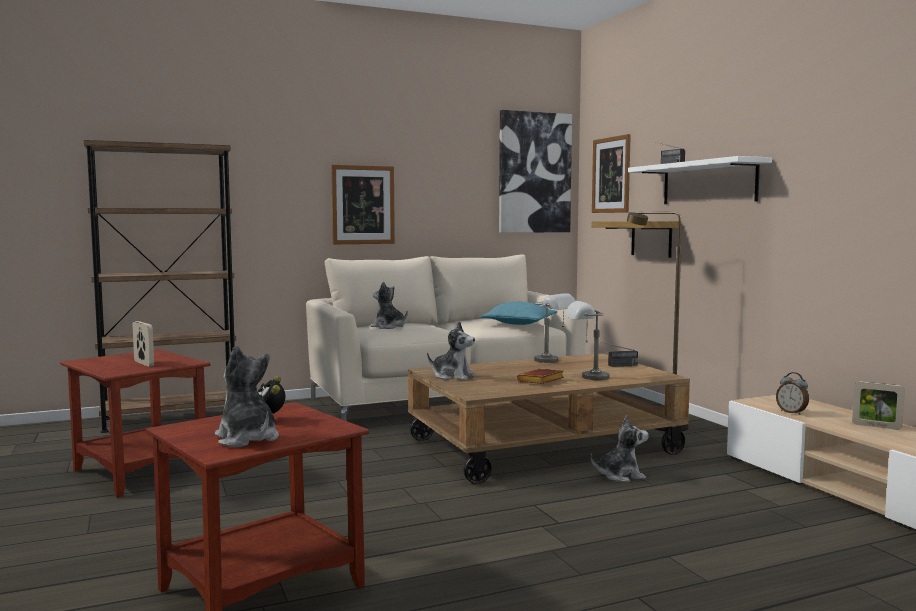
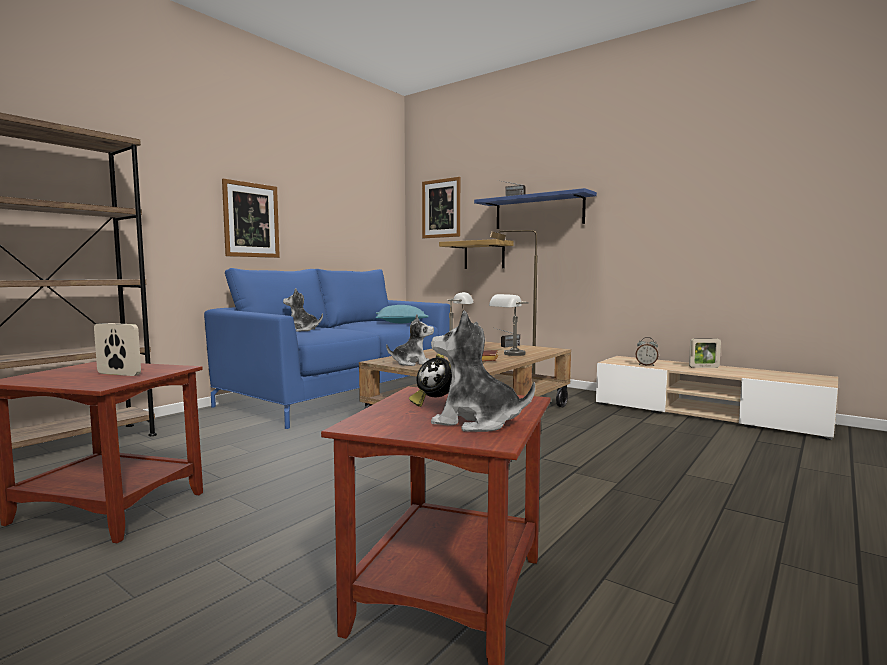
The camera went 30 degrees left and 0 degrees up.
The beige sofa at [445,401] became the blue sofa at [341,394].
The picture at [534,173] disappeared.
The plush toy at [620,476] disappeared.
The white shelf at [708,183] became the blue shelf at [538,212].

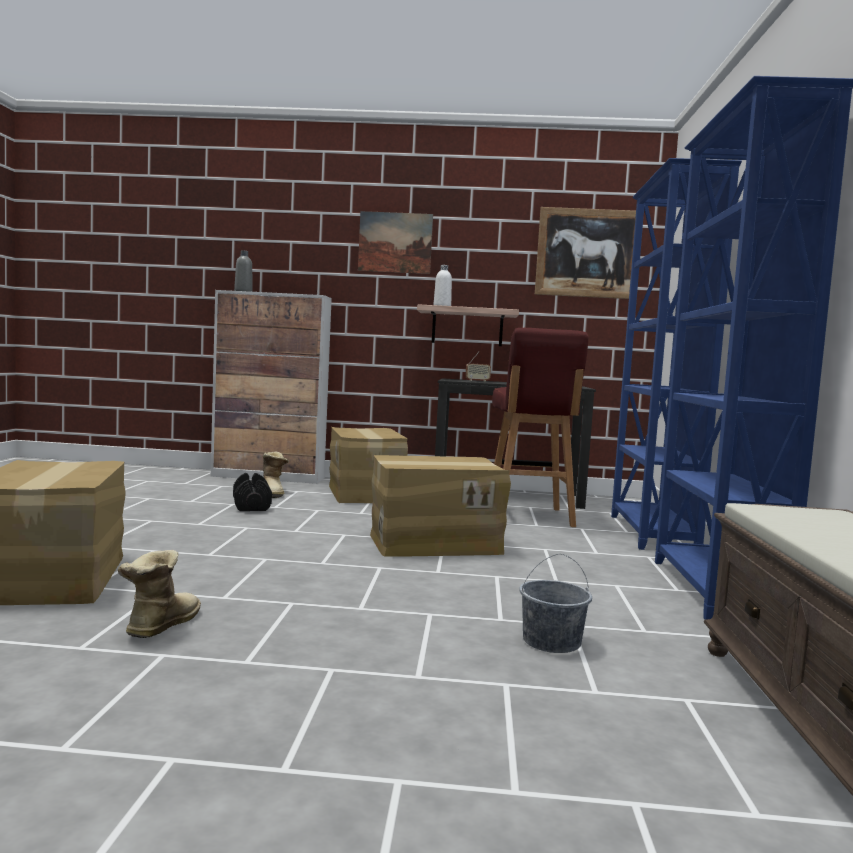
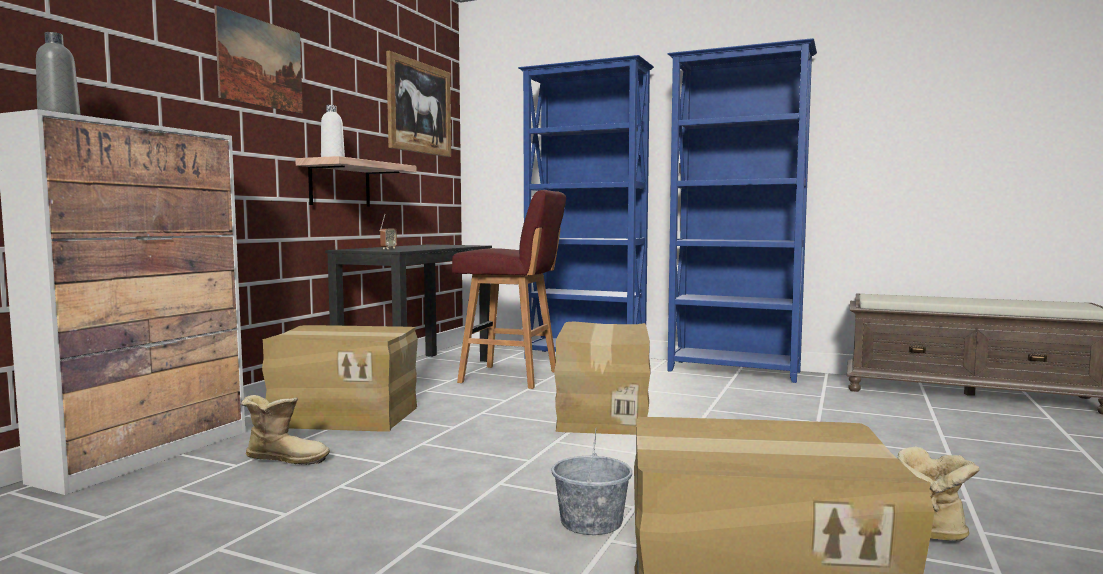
The camera went 70 degrees left and 0 degrees up.
The black dumbbell at [252,506] disappeared.
The grey bucket moved from [552,642] to [591,522].

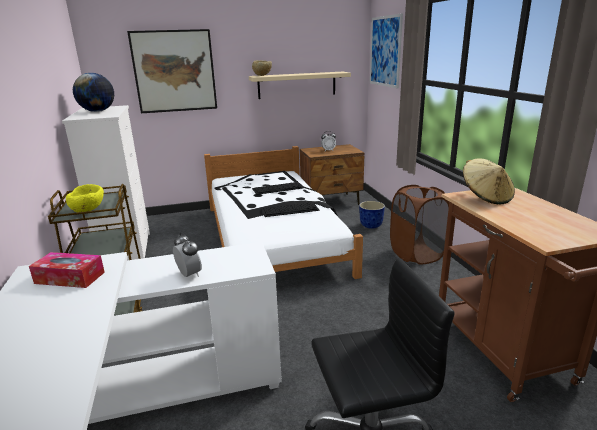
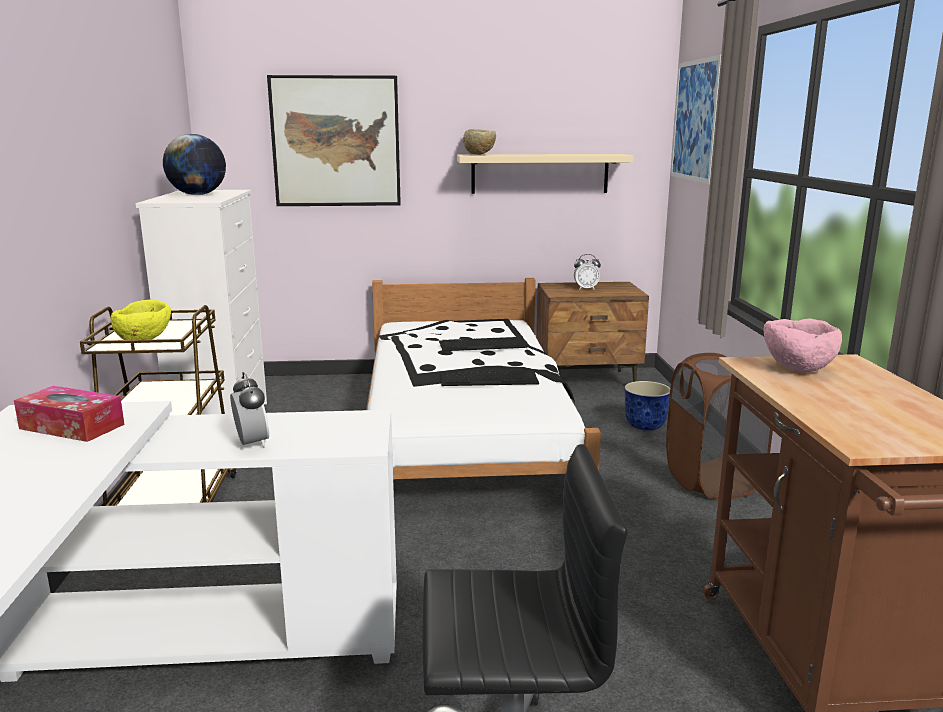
The camera went 10 degrees right and 5 degrees down.
The beige hat at [486,197] was replaced by the pink bowl at [797,368].

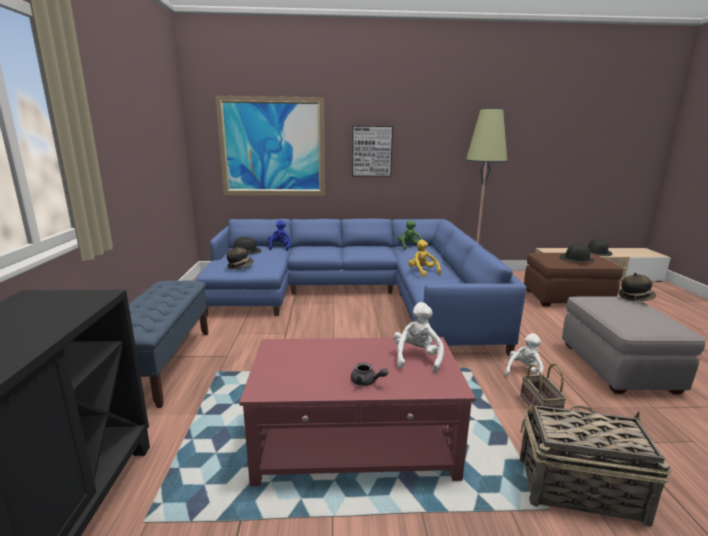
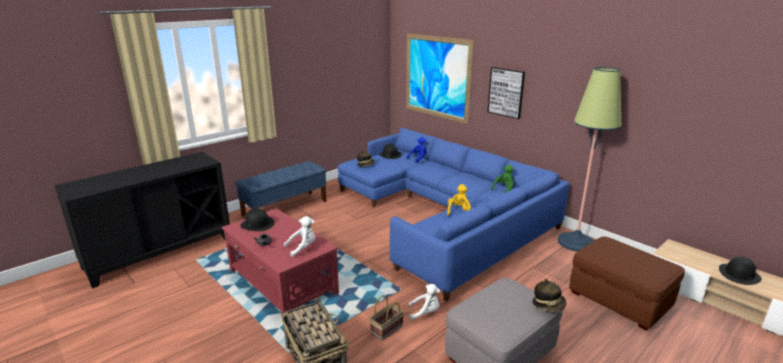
The camera went 50 degrees right and 5 degrees up.
The black hat moved from [577,258] to [257,224].

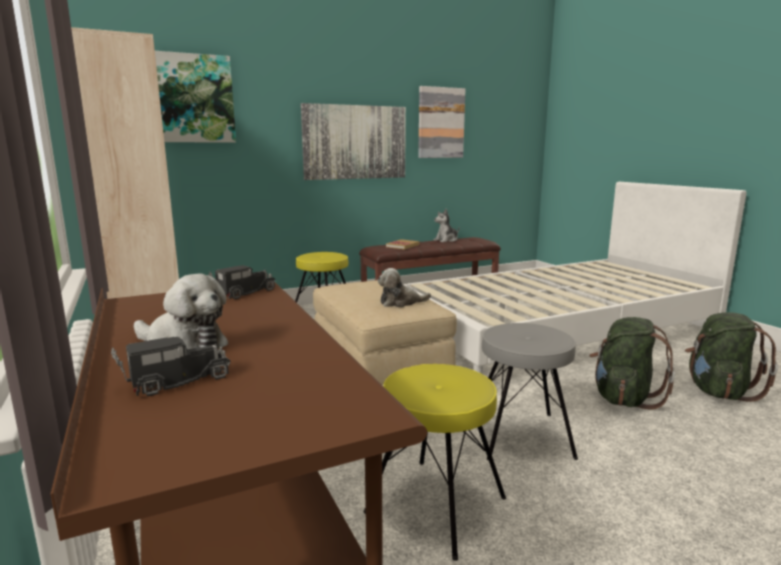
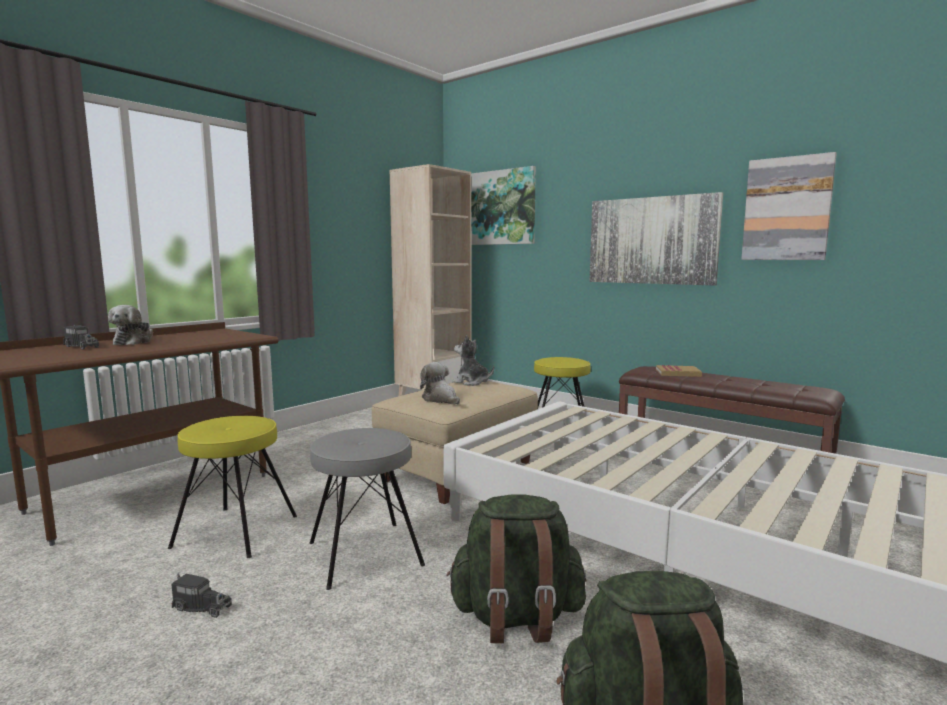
The camera went 65 degrees right and 5 degrees down.
The toy truck moved from [244,293] to [200,606].
The plush toy moved from [446,240] to [471,382].

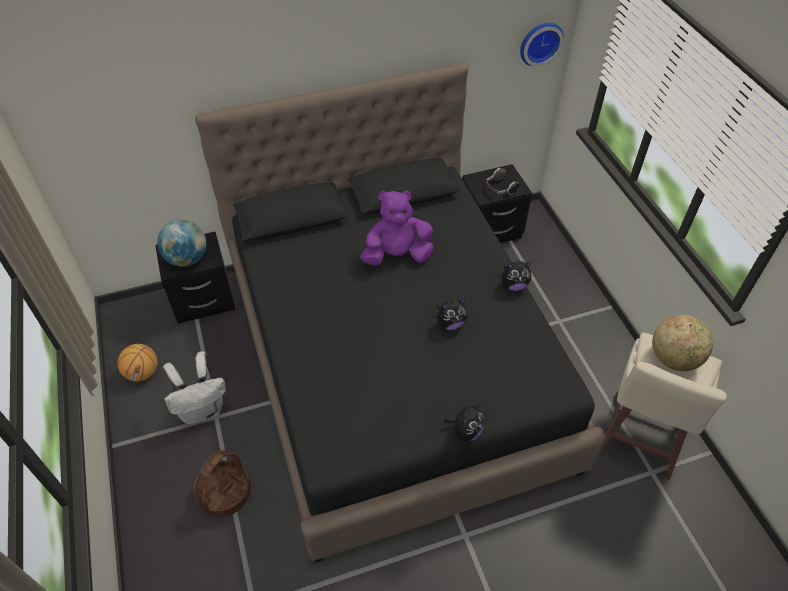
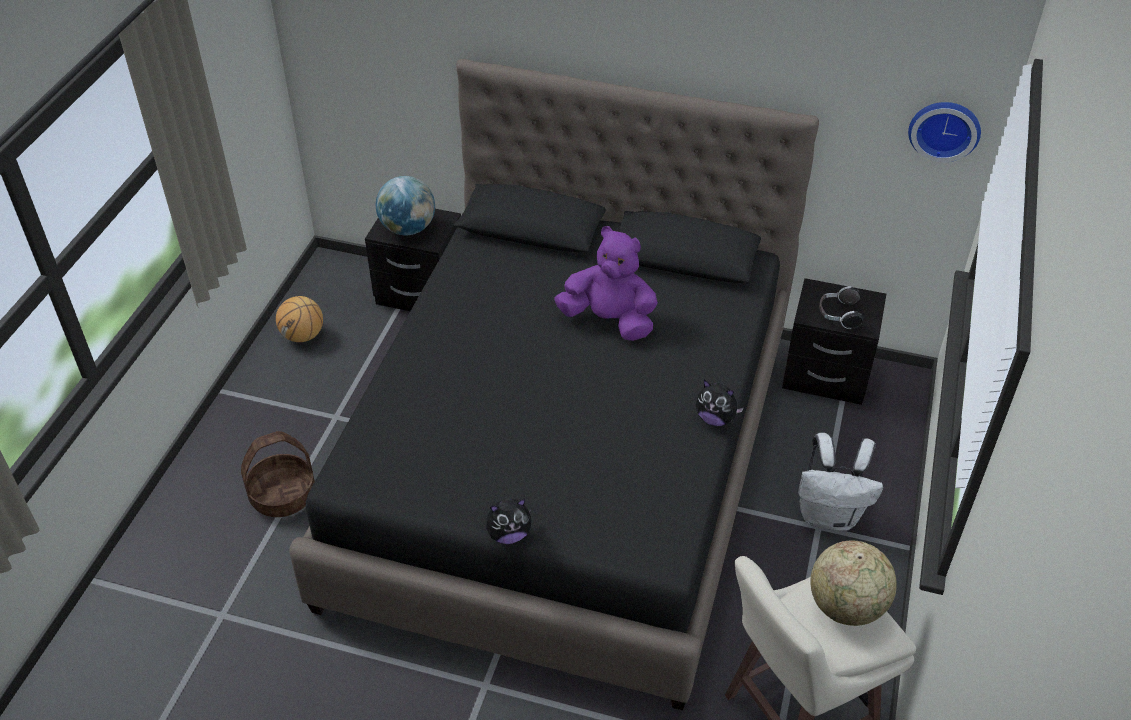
The camera went 35 degrees right and 5 degrees down.
The white backpack moved from [203,410] to [830,515].
The plush toy at [450,323] disappeared.

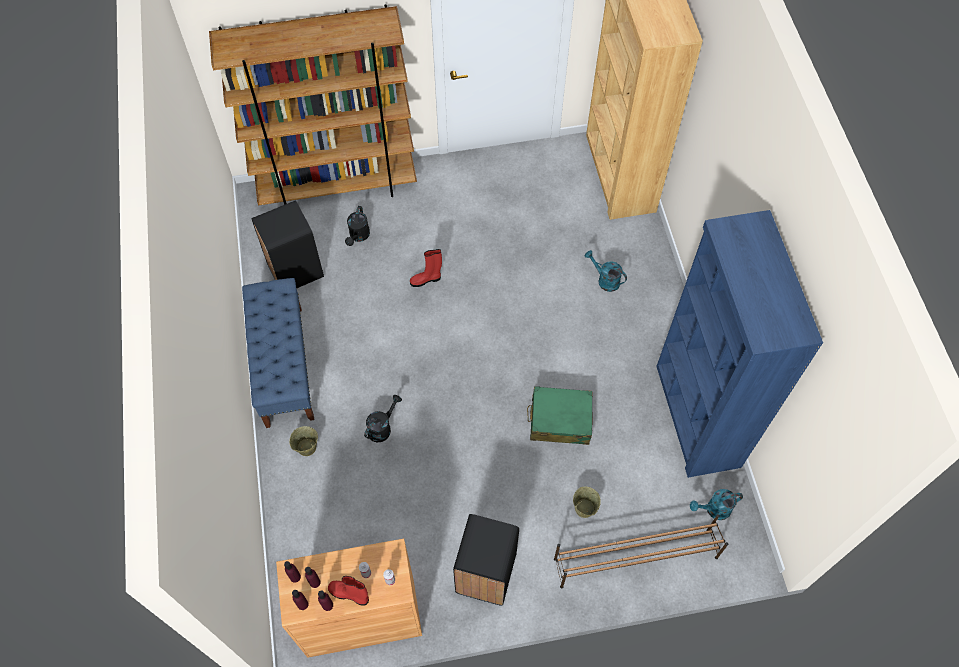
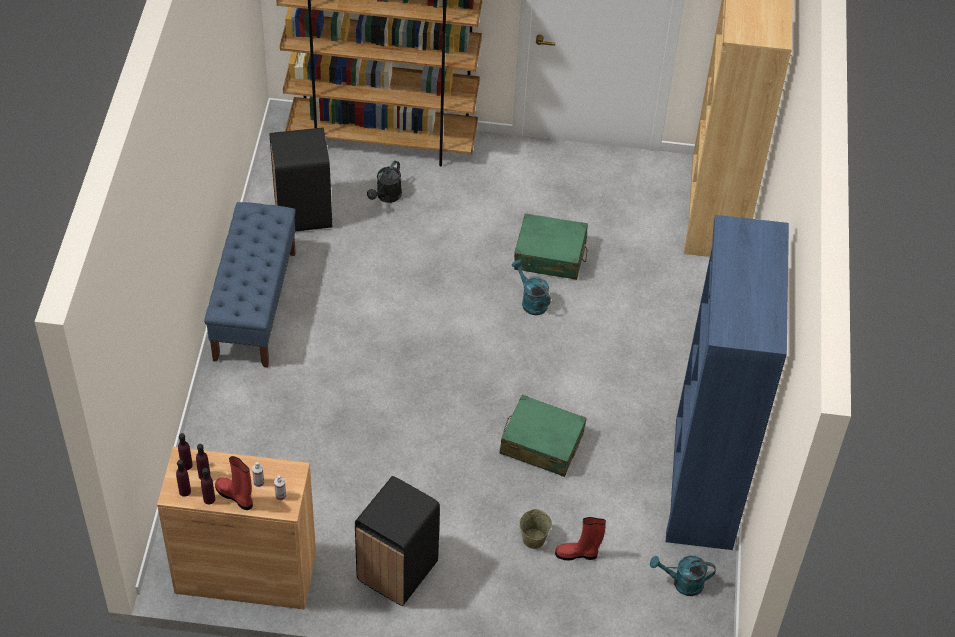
The camera went 15 degrees right and 10 degrees down.
The beige bucket at [306,447] disappeared.
The black watering can at [382,427] disappeared.
The red boot moved from [426,280] to [578,554].
The brown shoe rack at [635,558] disappeared.
The turquoise watering can moved from [605,280] to [531,301].
The green suitcase at [550,255] appeared.

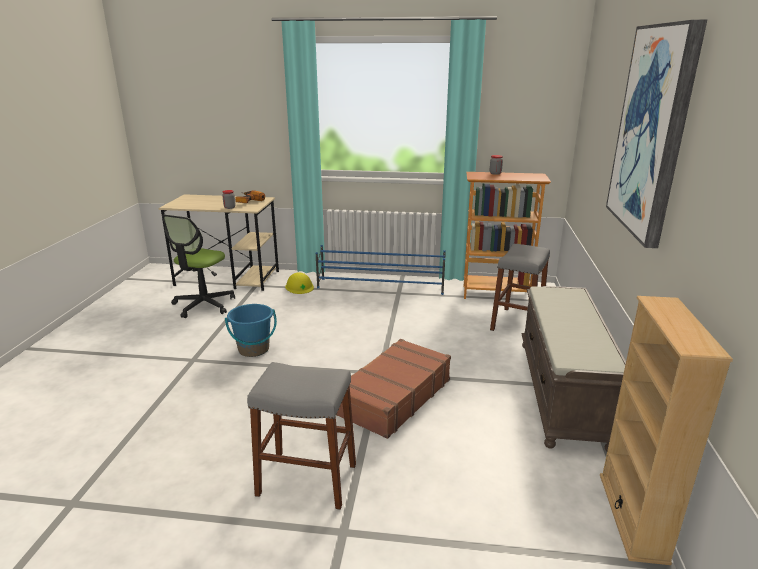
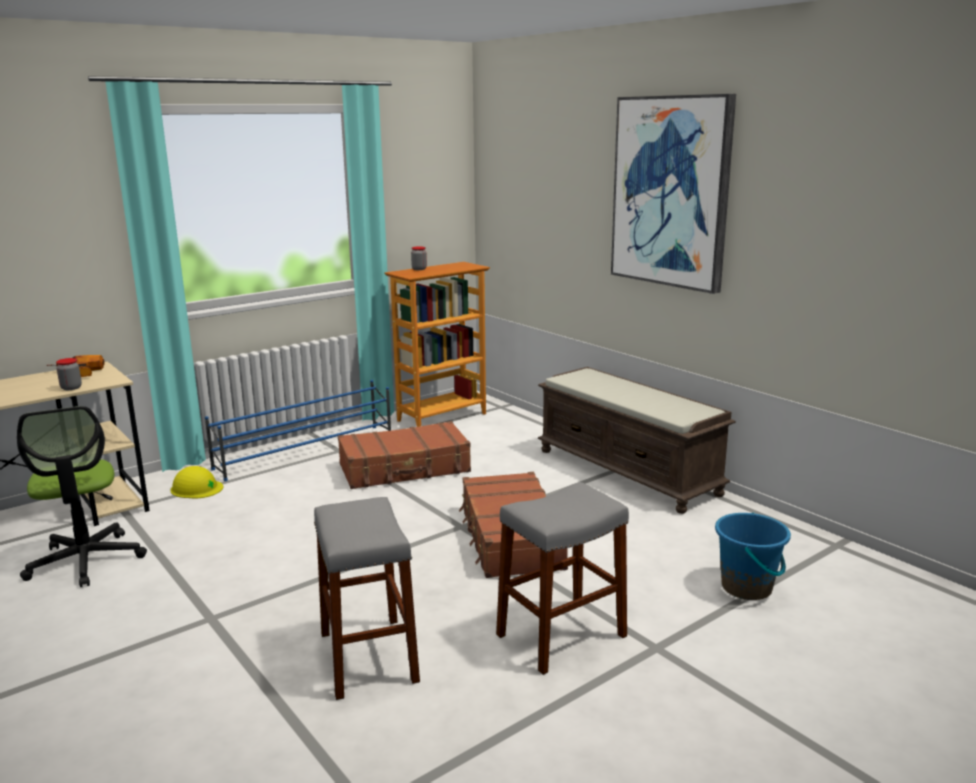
The camera went 45 degrees left and 5 degrees down.
The blue bucket moved from [253,349] to [747,587].
The grey stool moved from [517,323] to [368,657].
The beige bookcase at [632,516] disappeared.
The brown suitcase at [405,469] appeared.

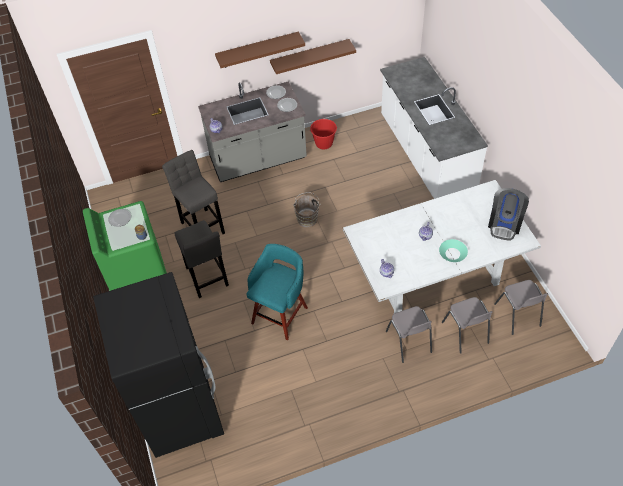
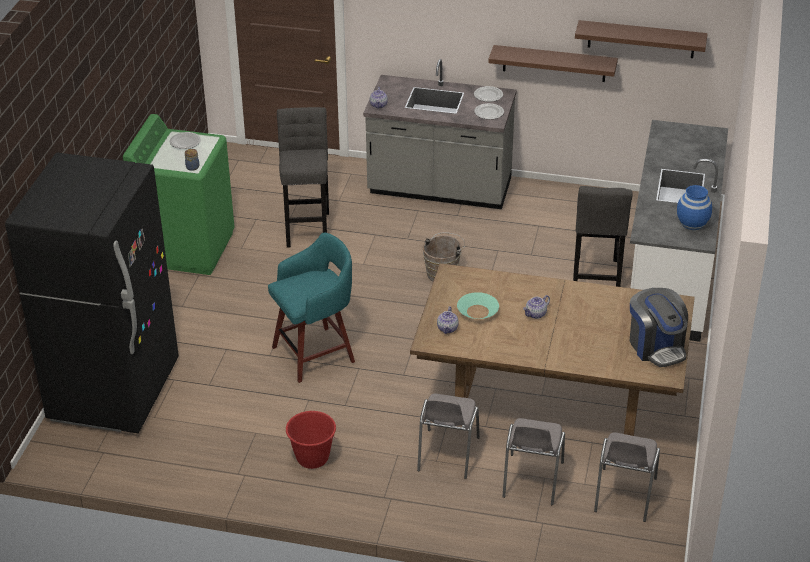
The camera went 30 degrees right and 15 degrees down.
The grey stool moved from [207,279] to [595,279].
The brown shelf moved from [258,50] to [641,39].
The red bucket moved from [324,144] to [312,458].
The white dining table at [434,275] became the brown dining table at [550,402].
The turquoise bowl moved from [452,253] to [477,311].
The coffee machine at [504,224] turned 75 degrees counterclockwise.
The blue vase at [692,223] appeared.

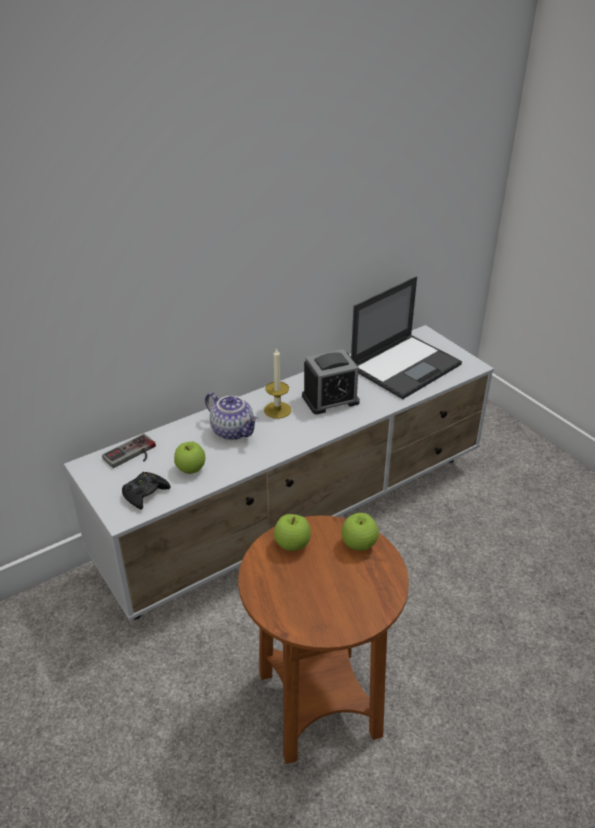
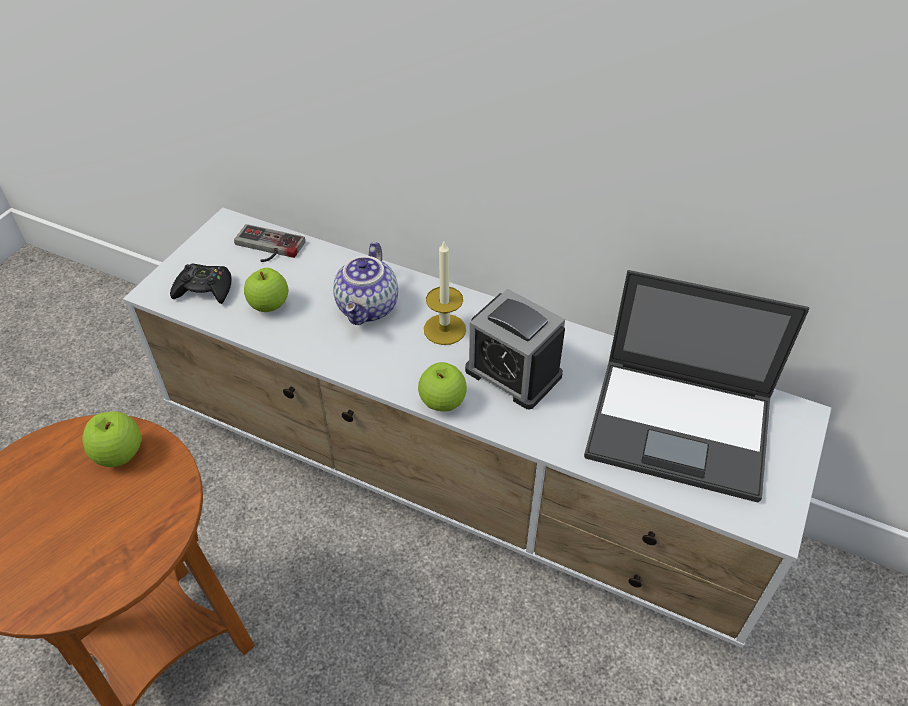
The camera went 60 degrees right and 10 degrees up.
The apple moved from [359,544] to [442,402].

